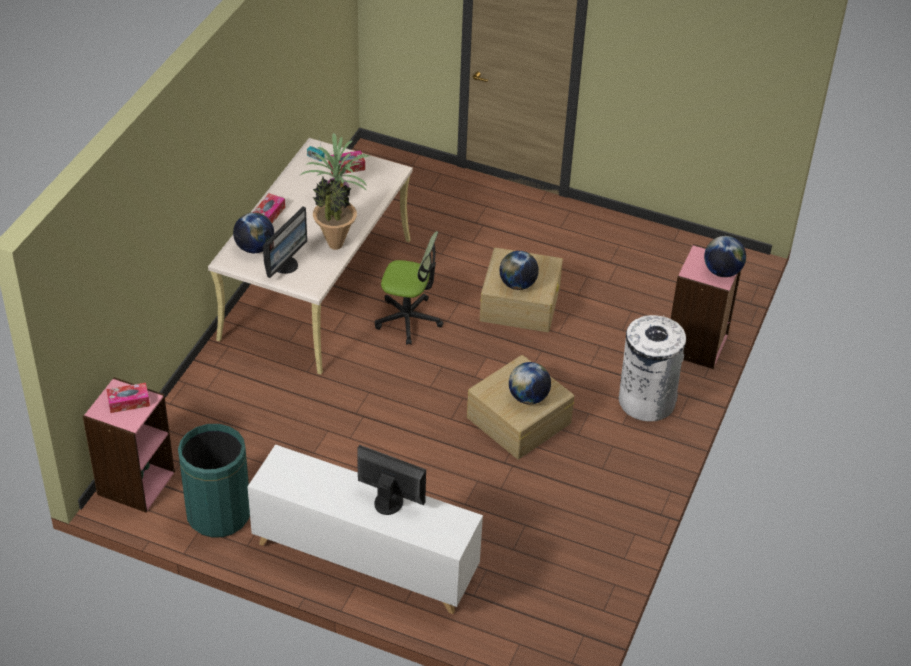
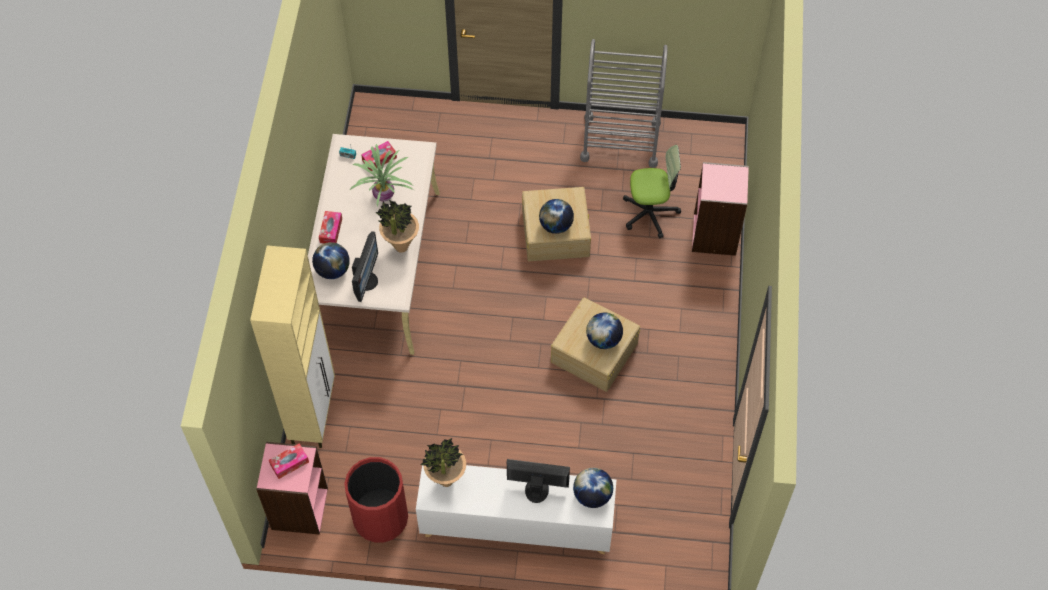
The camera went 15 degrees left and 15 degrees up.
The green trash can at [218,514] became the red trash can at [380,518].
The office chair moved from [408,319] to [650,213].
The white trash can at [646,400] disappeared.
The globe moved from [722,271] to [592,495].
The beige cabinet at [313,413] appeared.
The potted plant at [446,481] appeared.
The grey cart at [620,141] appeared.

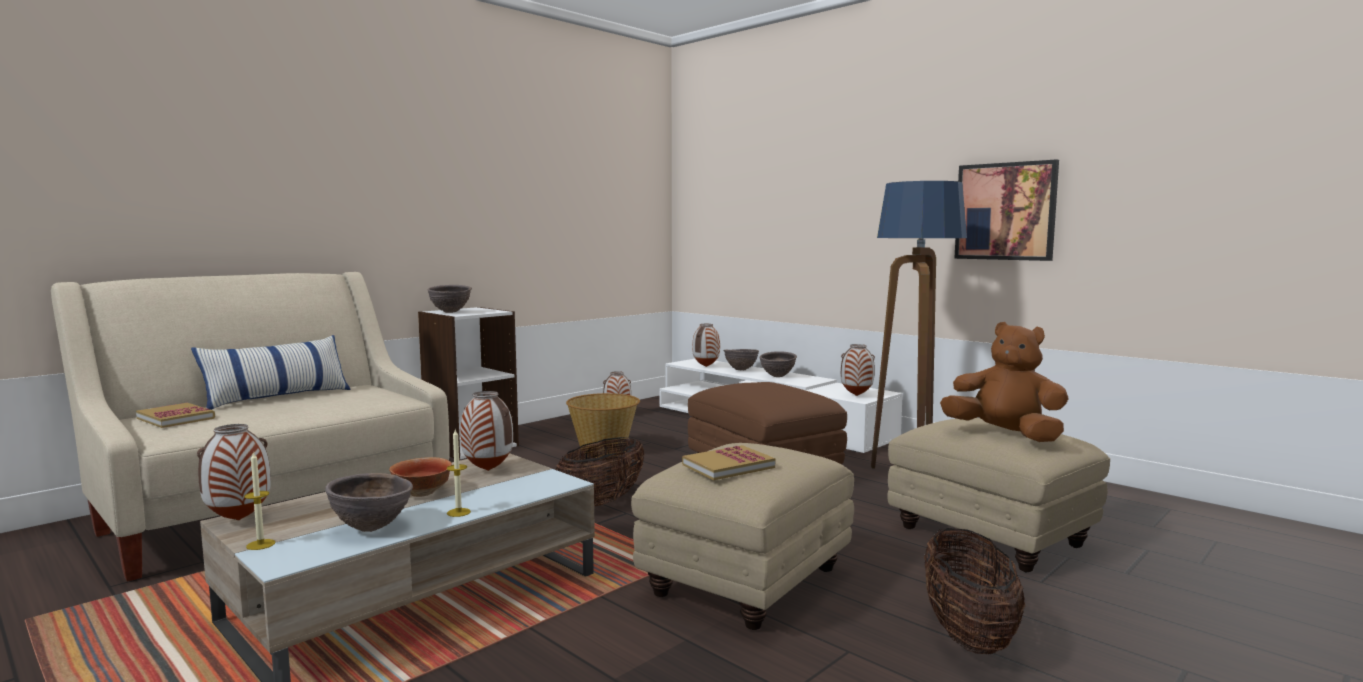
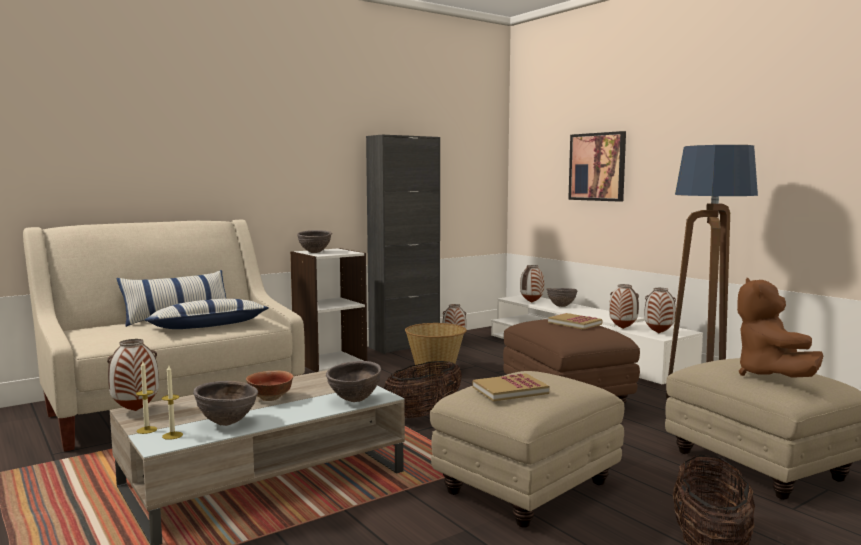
The camera went 10 degrees right and 0 degrees up.
The book moved from [176,418] to [575,323].
The candle moved from [458,512] to [172,435].
The vase moved from [487,470] to [622,328].
The brown bowl moved from [777,376] to [354,400].
The brown plush toy at [1005,435] turned 135 degrees counterclockwise.
The picture moved from [1005,211] to [597,167].
The pillow at [207,327] appeared.
The black cabinet at [404,345] appeared.

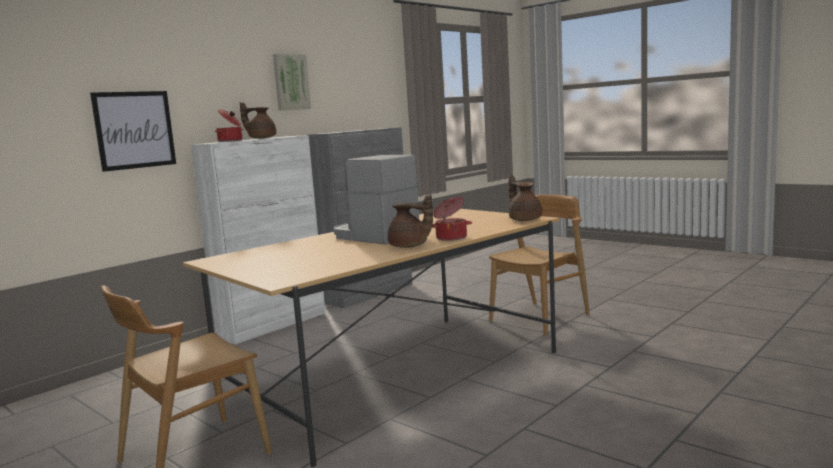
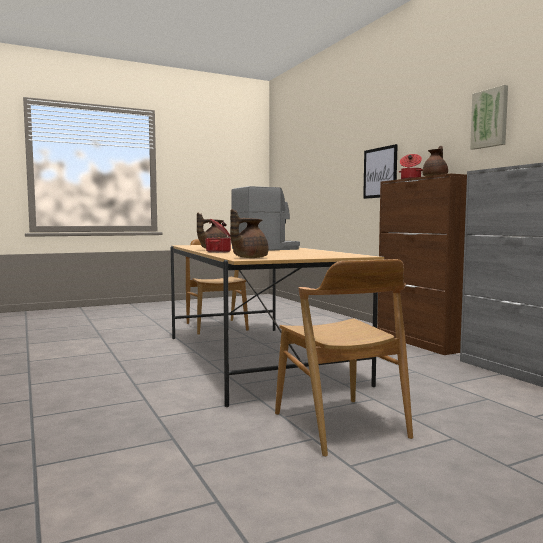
The camera went 110 degrees right and 5 degrees down.
The white cabinet at [273,324] became the brown cabinet at [419,342].
The brown teapot at [524,219] turned 135 degrees clockwise.

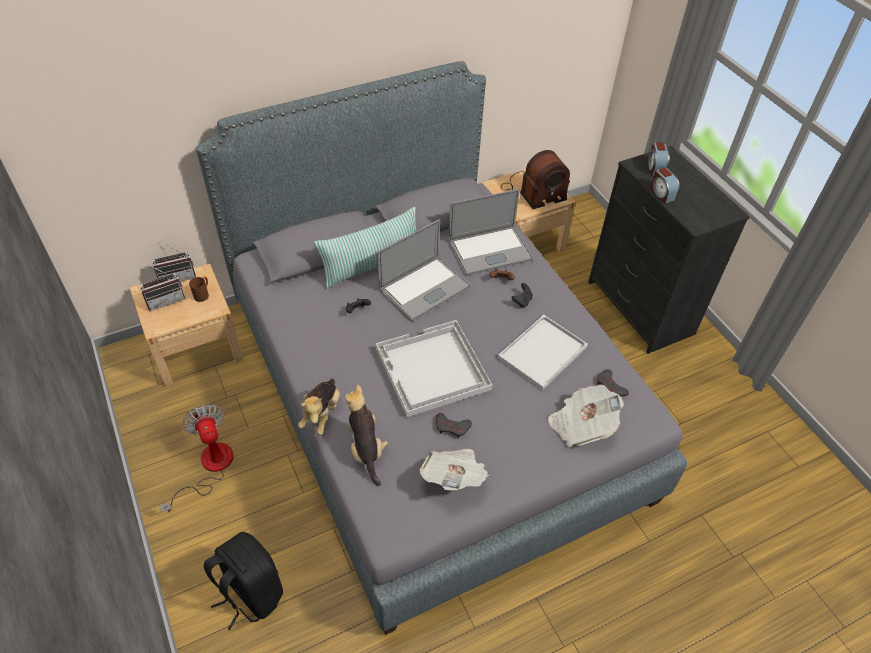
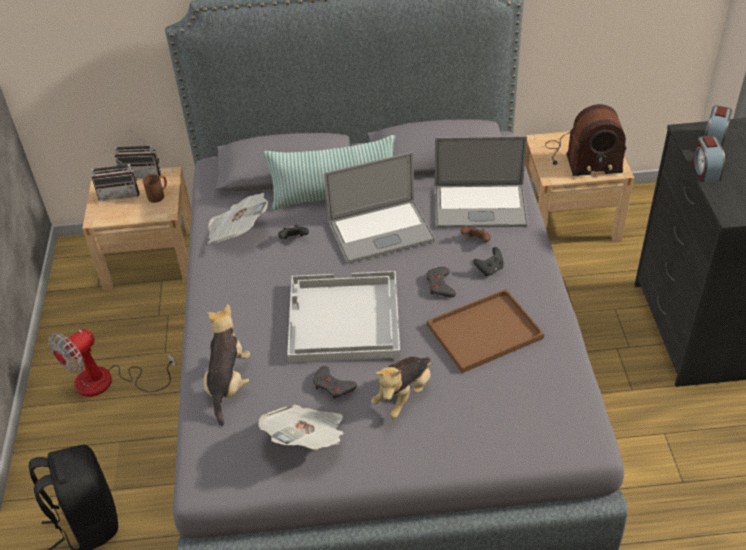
The camera went 25 degrees right and 5 degrees down.
The fan at [209,467] turned 135 degrees counterclockwise.
The plush toy moved from [321,413] to [404,395].
The white tray at [542,351] became the brown tray at [485,330].
The newspaper moved from [581,425] to [237,232].
The grey game controller moved from [610,386] to [440,285].

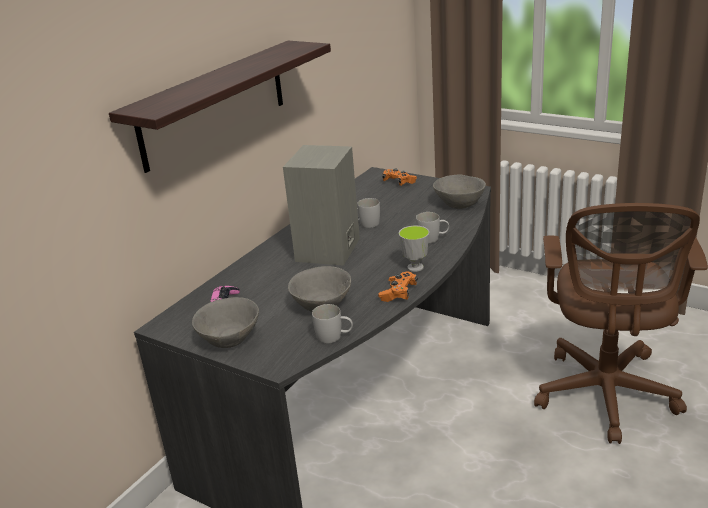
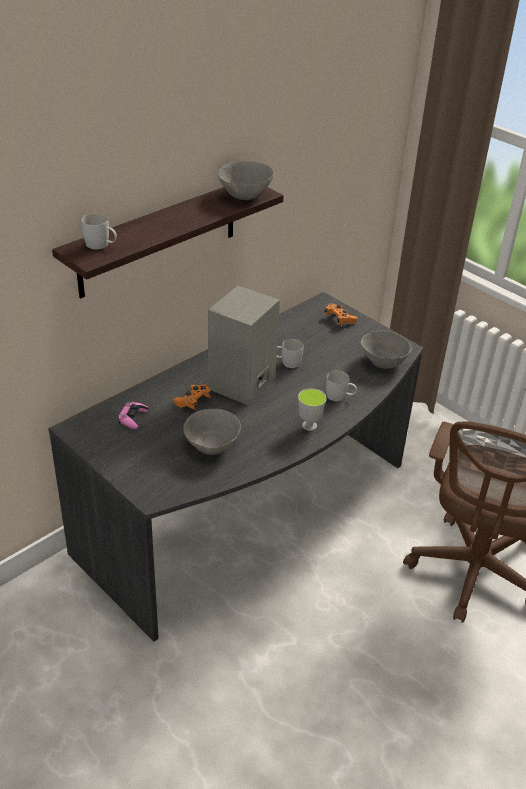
The camera went 10 degrees right and 10 degrees up.
The grey bowl moved from [229,339] to [244,194].
The white mug moved from [334,337] to [101,245].
The orange game controller moved from [398,293] to [193,401].

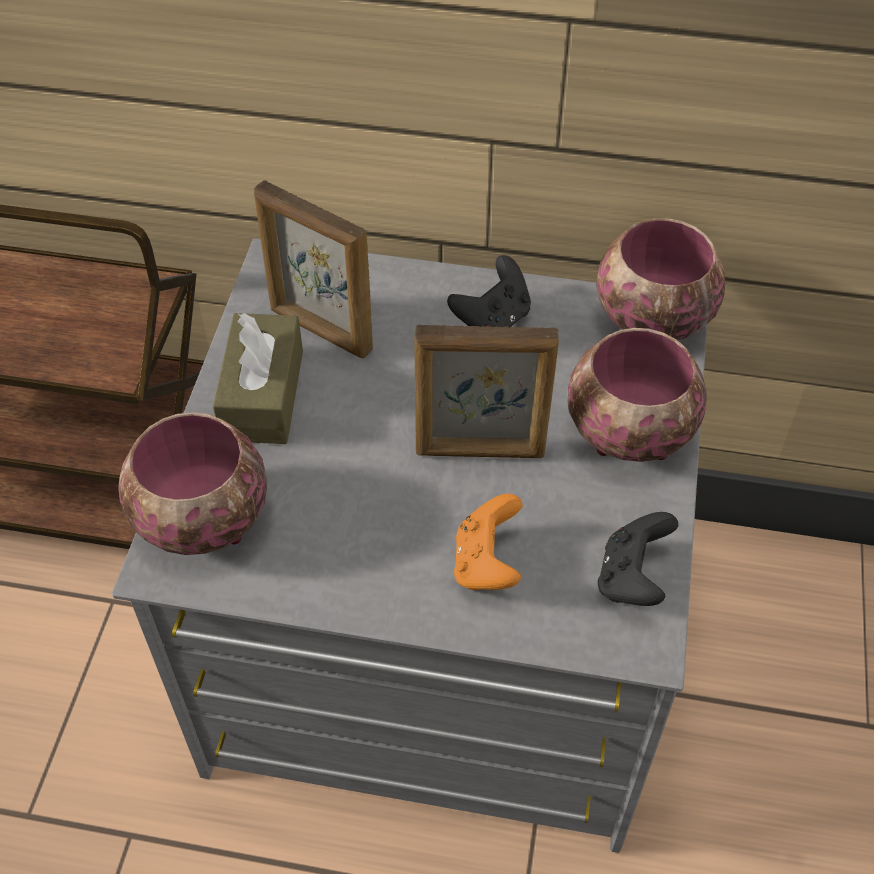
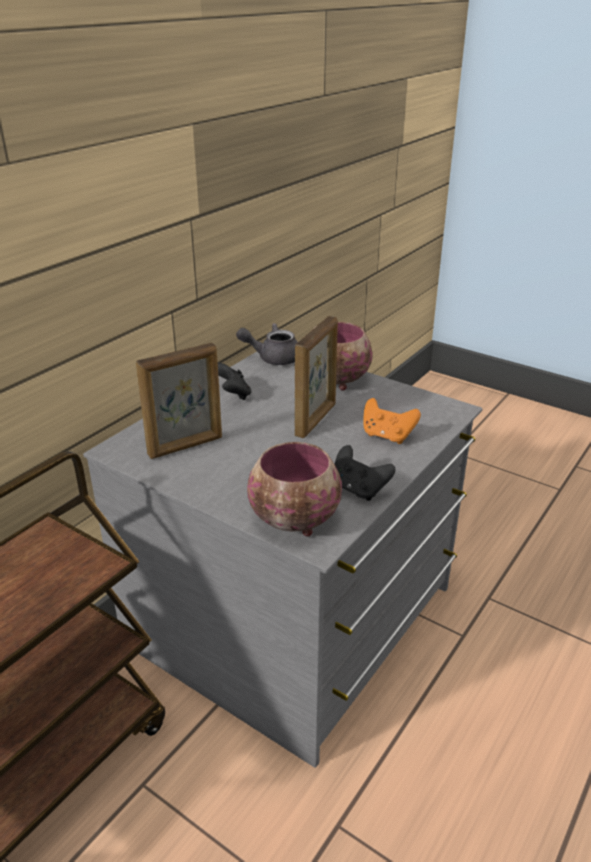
The camera went 65 degrees left and 20 degrees down.
The brown tissue box at [263,395] disappeared.
The bowl at [649,320] was replaced by the grey teapot at [273,358].
The black game controller moved from [632,578] to [359,489].

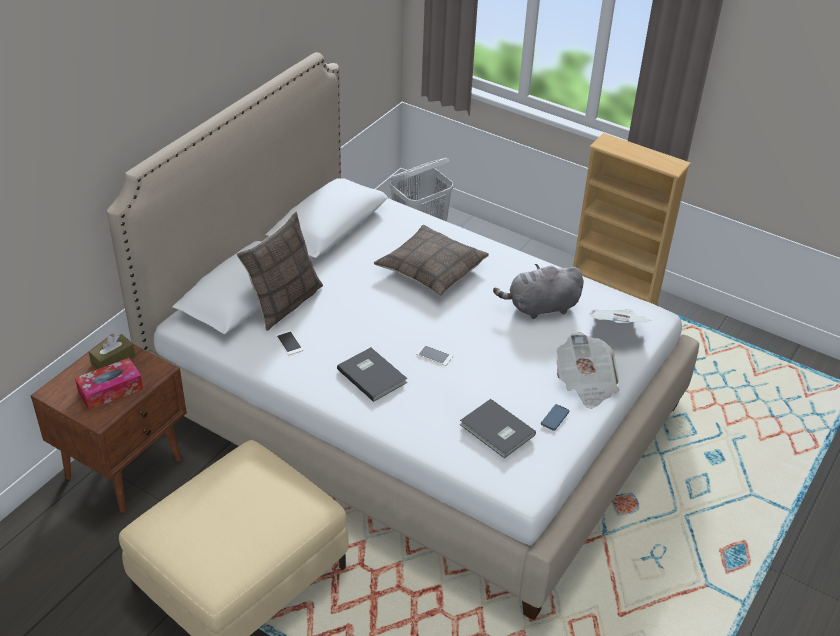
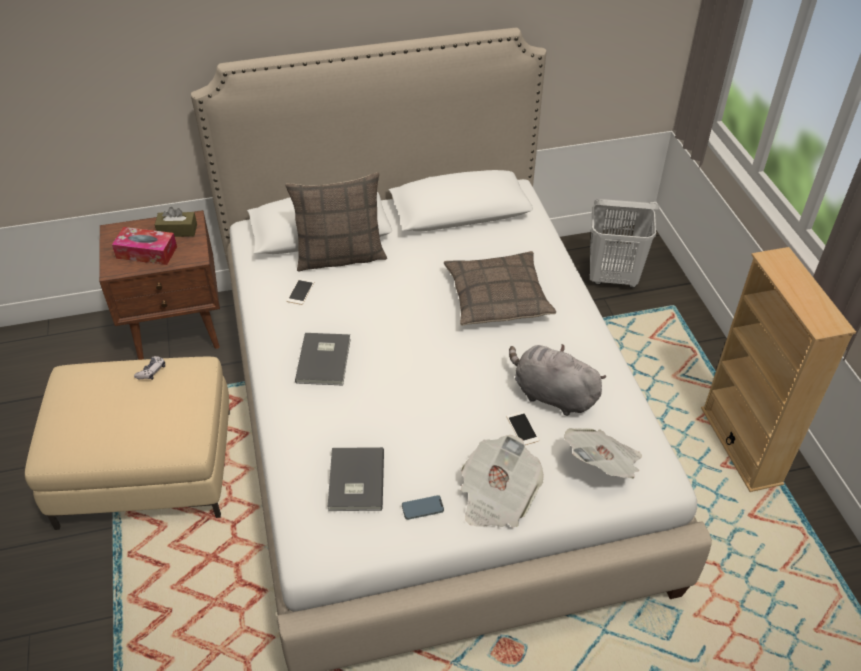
The camera went 45 degrees right and 5 degrees up.
The phone moved from [434,355] to [522,428].
The game controller at [151,371] appeared.

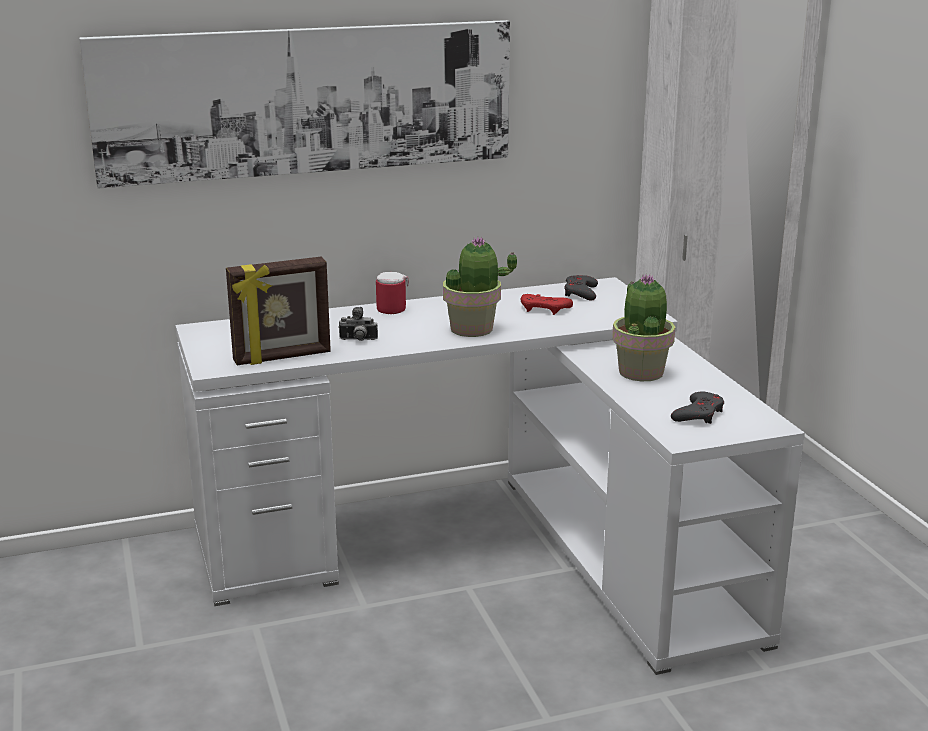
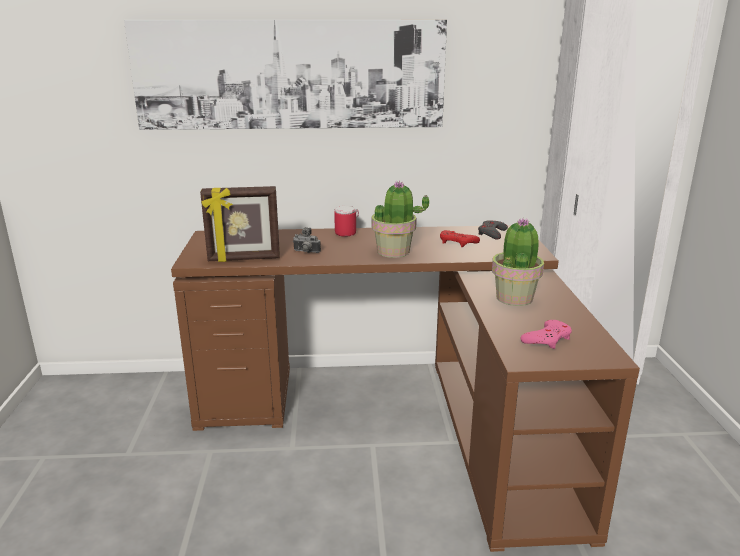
The camera went 15 degrees right and 0 degrees up.
The white desk at [495,547] became the brown desk at [405,416].
The grey game controller at [698,414] became the pink game controller at [547,339].

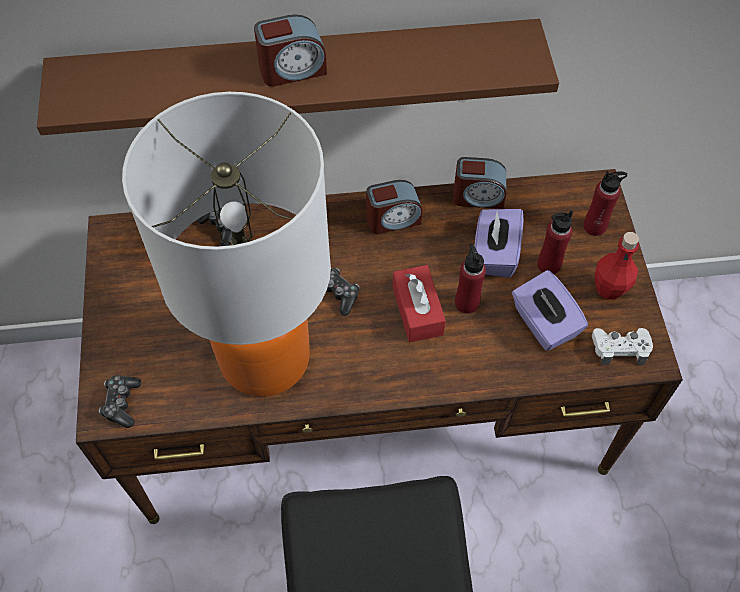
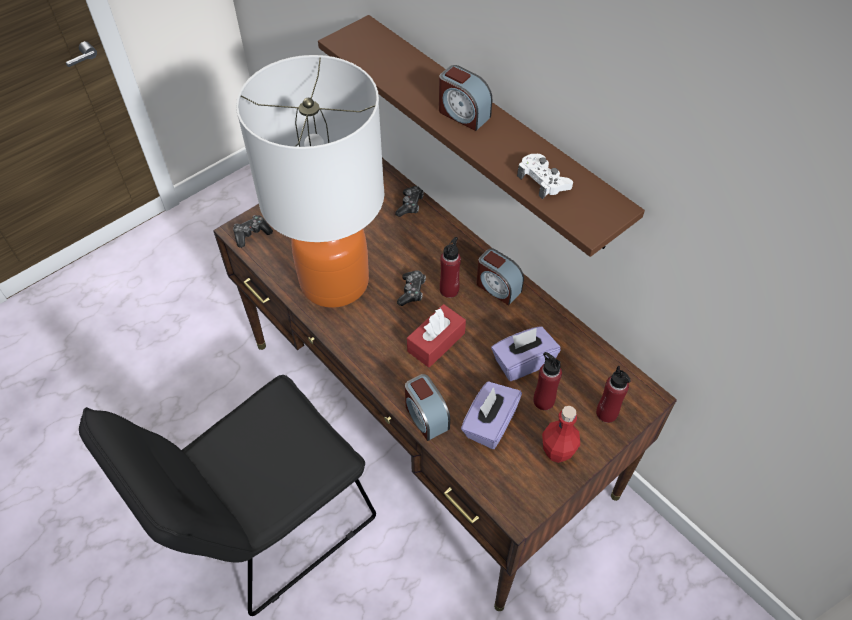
The camera went 55 degrees right and 5 degrees down.
The alarm clock moved from [478,196] to [426,416].
The red bottle moved from [467,303] to [449,290].
The white game controller moved from [620,348] to [543,181].

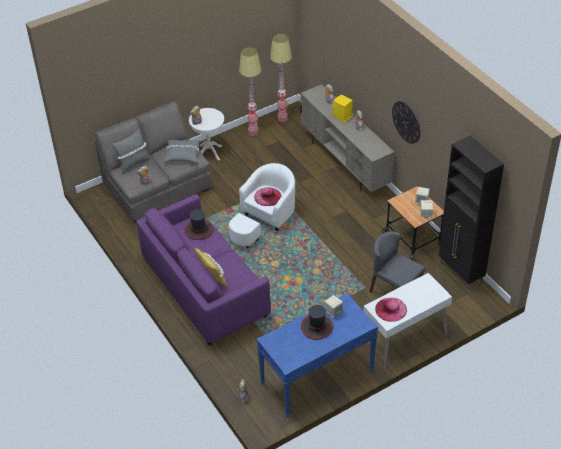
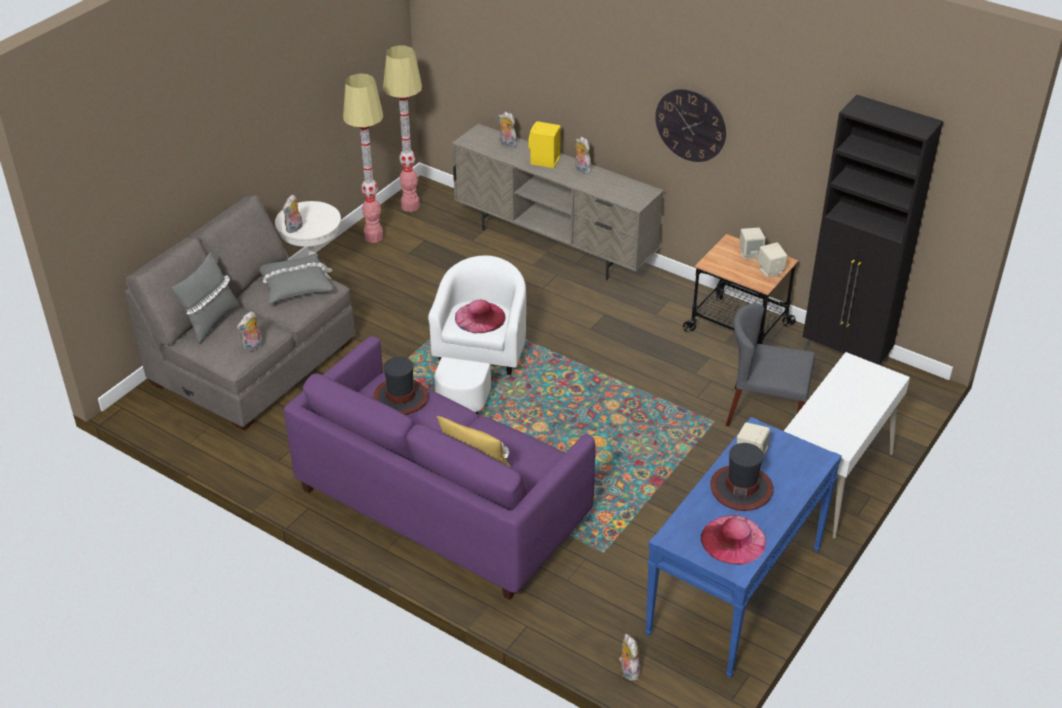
The camera went 25 degrees left and 5 degrees down.
The pink hat moved from [391,309] to [733,539].

